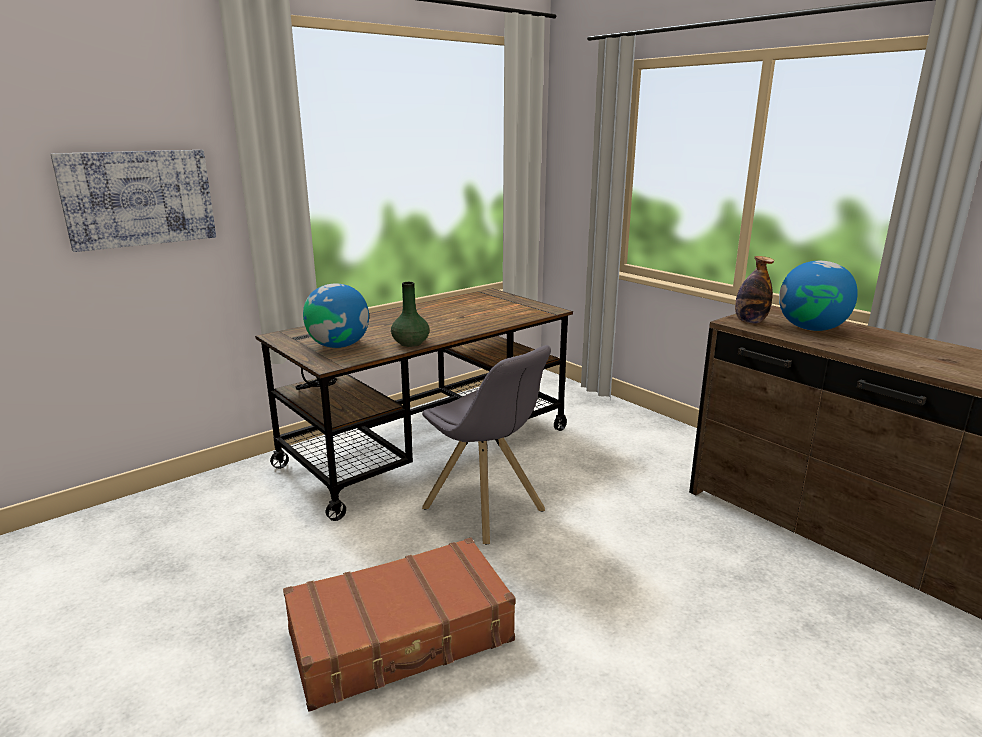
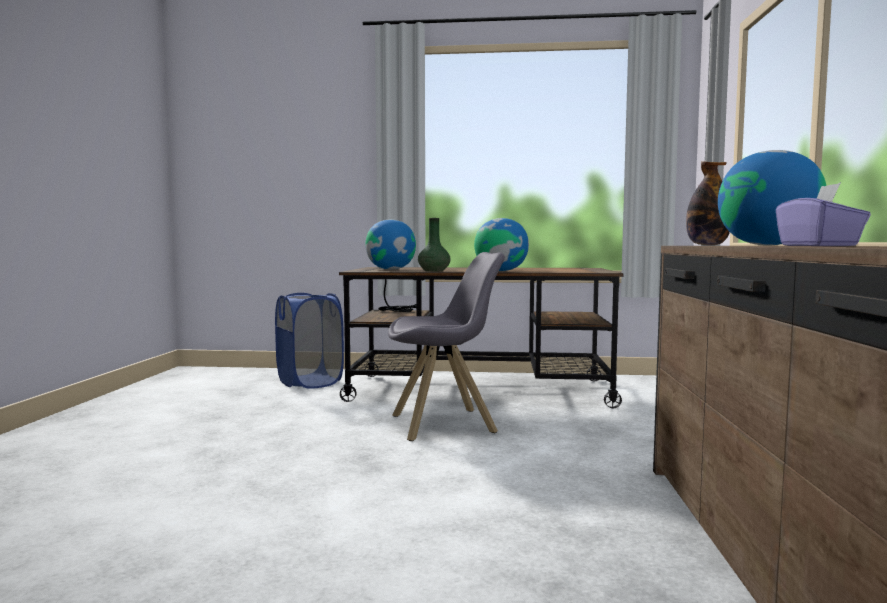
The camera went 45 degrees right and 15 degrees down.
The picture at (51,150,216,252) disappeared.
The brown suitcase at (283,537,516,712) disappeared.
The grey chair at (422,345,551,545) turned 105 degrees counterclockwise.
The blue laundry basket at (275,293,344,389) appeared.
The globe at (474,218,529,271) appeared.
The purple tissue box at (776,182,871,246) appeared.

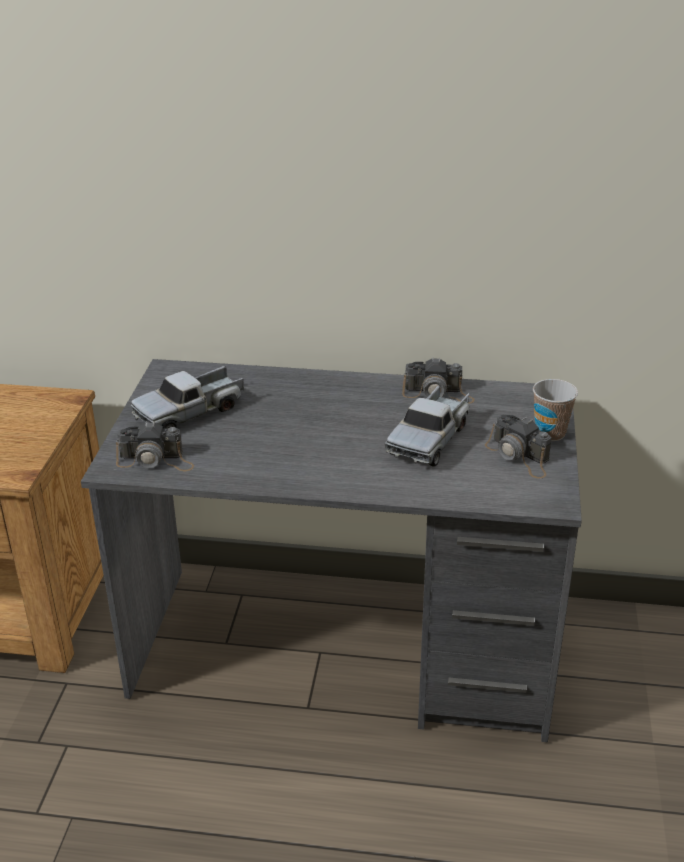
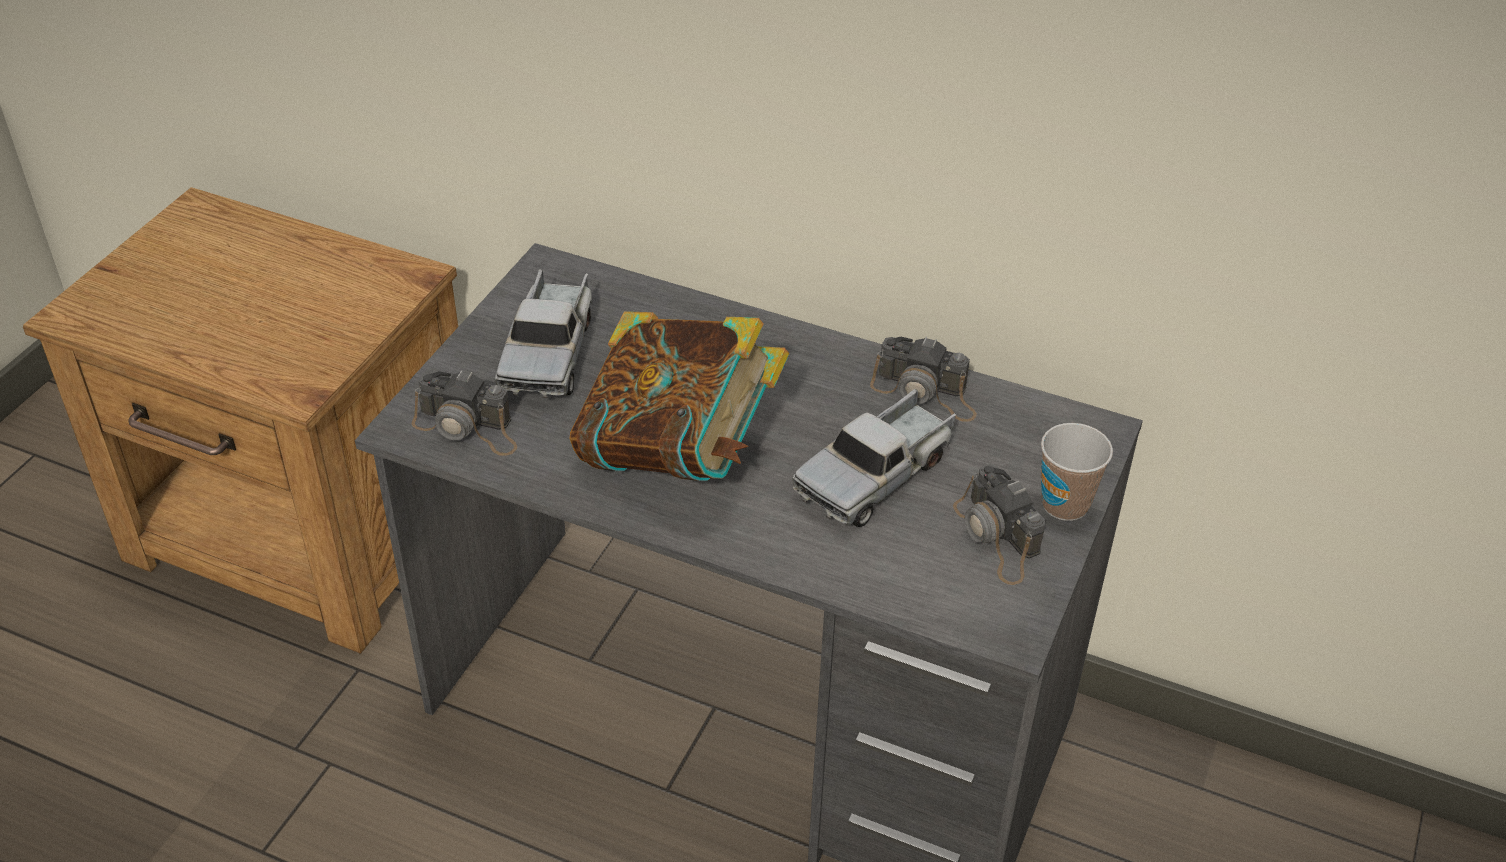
The camera went 15 degrees right and 10 degrees up.
The toy truck at (130,366,244,428) turned 60 degrees counterclockwise.
The book at (570,311,789,481) appeared.

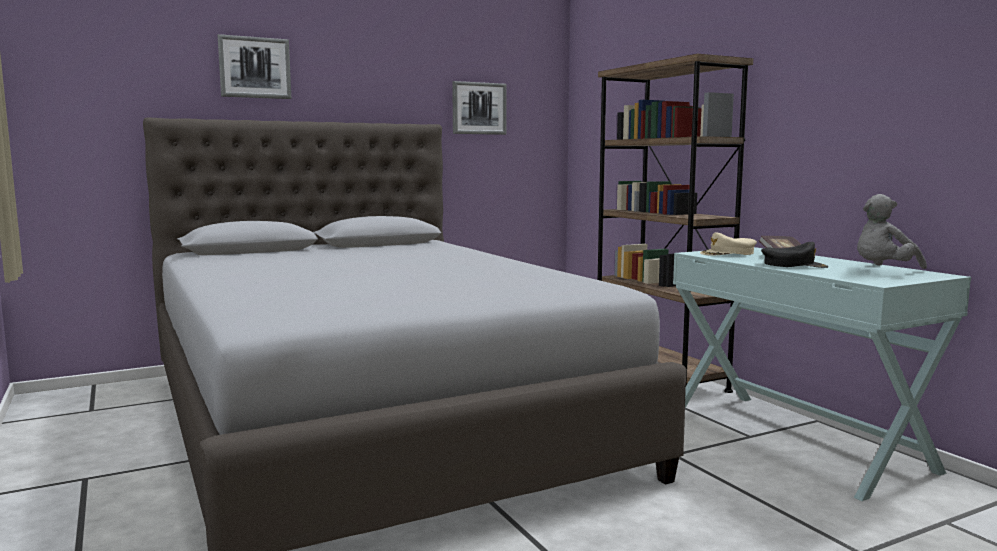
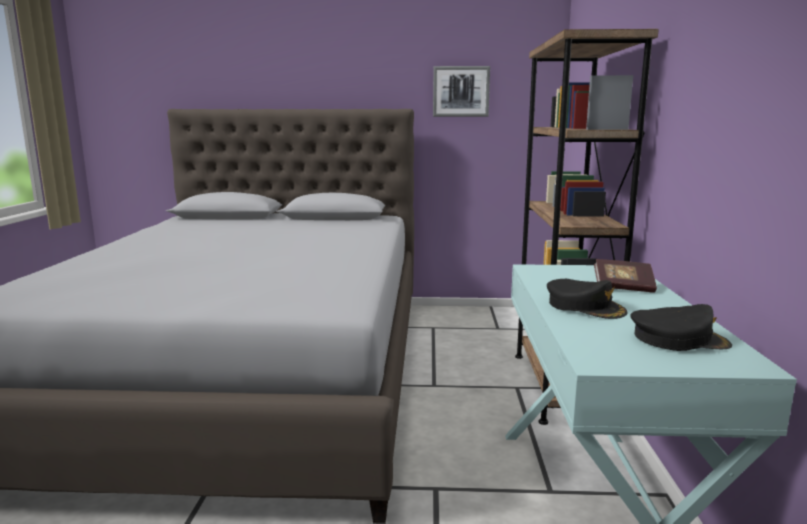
The camera went 30 degrees right and 5 degrees up.
The picture at (218,34,291,99) disappeared.
The beige cap at (700,232,757,255) disappeared.
The grey plush toy at (857,194,927,269) was replaced by the black cap at (631,304,732,351).

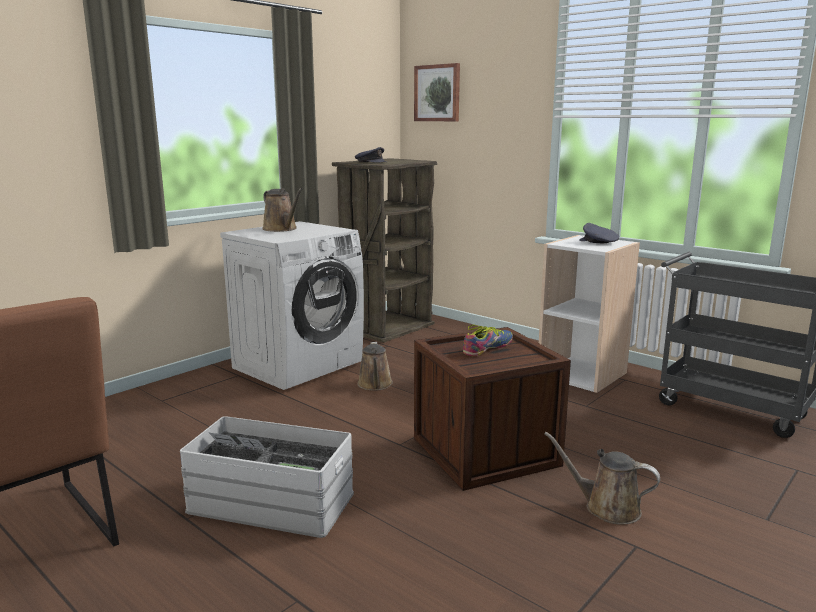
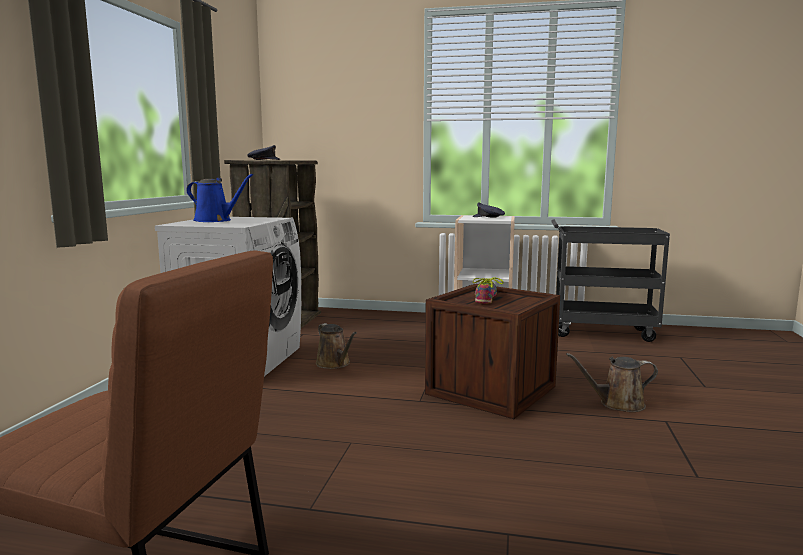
The camera went 30 degrees left and 5 degrees down.
The grey storage box at (180,416,354,538) disappeared.
The brown watering can at (262,188,303,232) became the blue watering can at (186,174,253,222).
The picture at (414,63,460,121) disappeared.

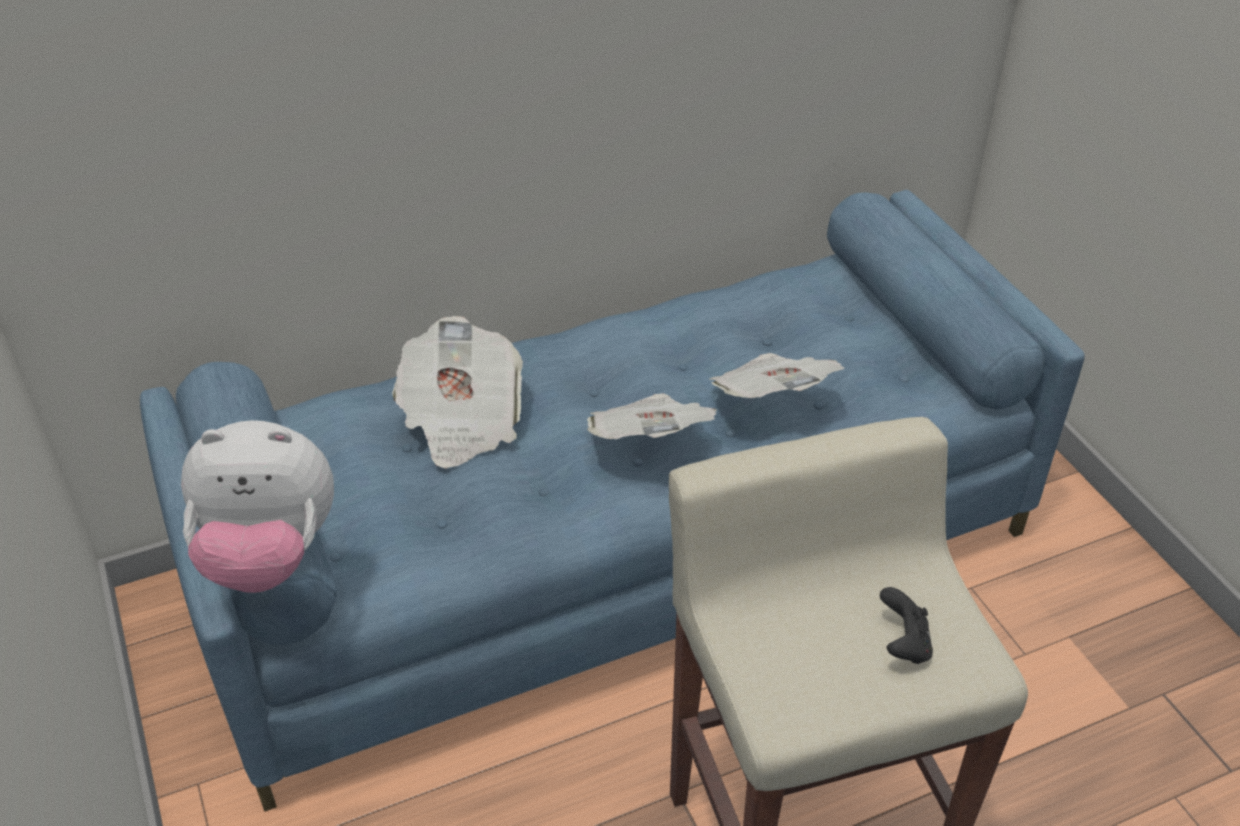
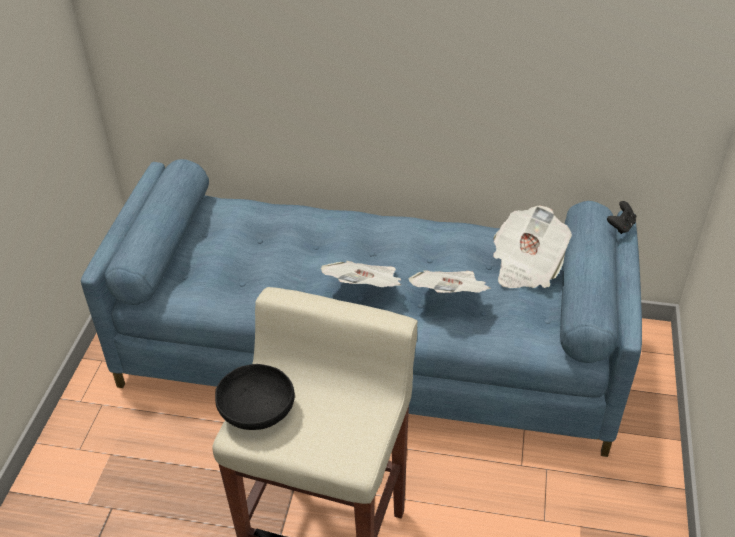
The camera went 35 degrees right and 0 degrees up.
The plush toy at (181,420,334,593) disappeared.
The newspaper moved from (392,316,523,469) to (493,206,572,288).
The black game controller moved from (880,587,933,664) to (607,201,636,234).
The black bowl at (215,364,295,430) appeared.

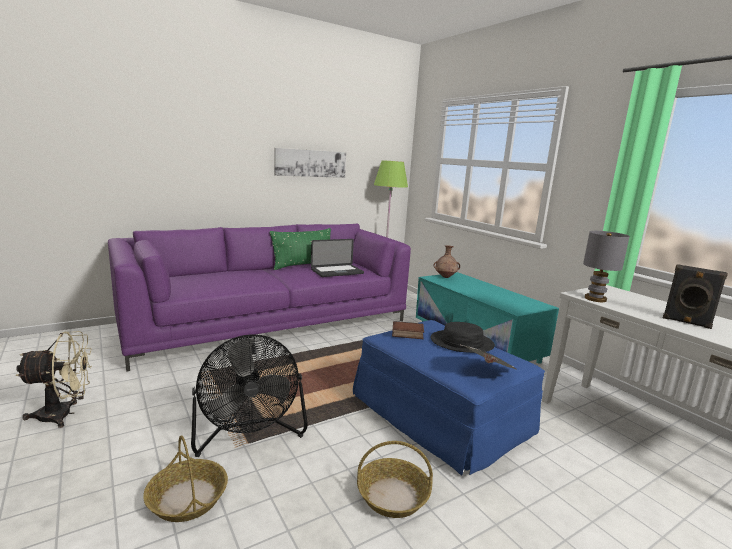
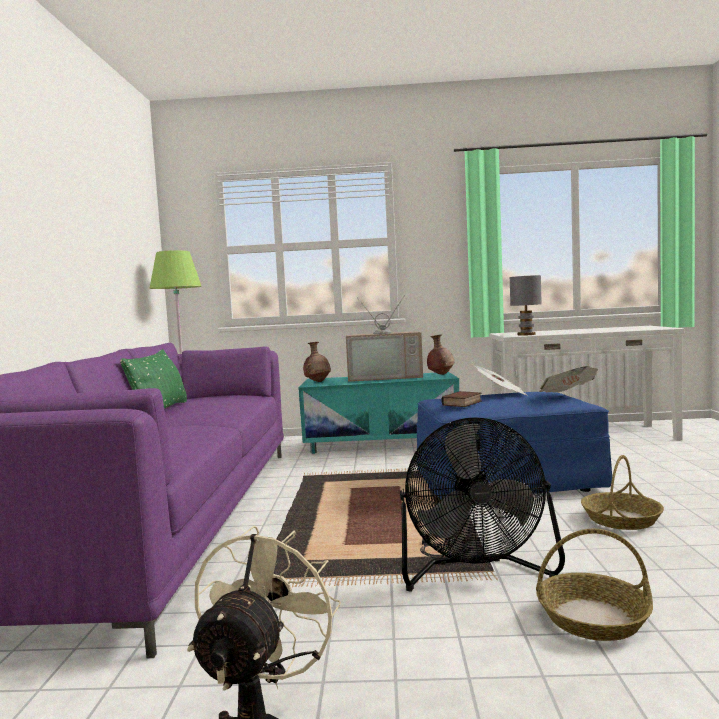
The camera went 55 degrees left and 10 degrees down.
The black fan at (191,334,308,457) turned 75 degrees clockwise.
The picture at (274,148,346,178) disappeared.
The laptop at (311,239,364,277) disappeared.
The black hat at (431,322,495,353) was replaced by the newspaper at (473,365,529,396).
The black speaker at (663,264,728,329) disappeared.
The television at (346,295,423,382) appeared.
The brown vase at (427,334,454,375) appeared.

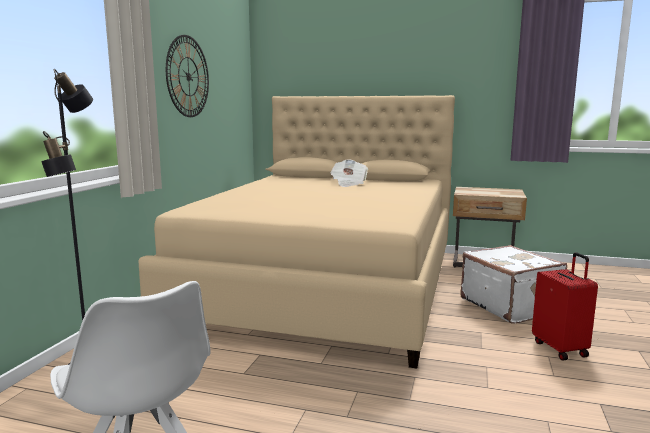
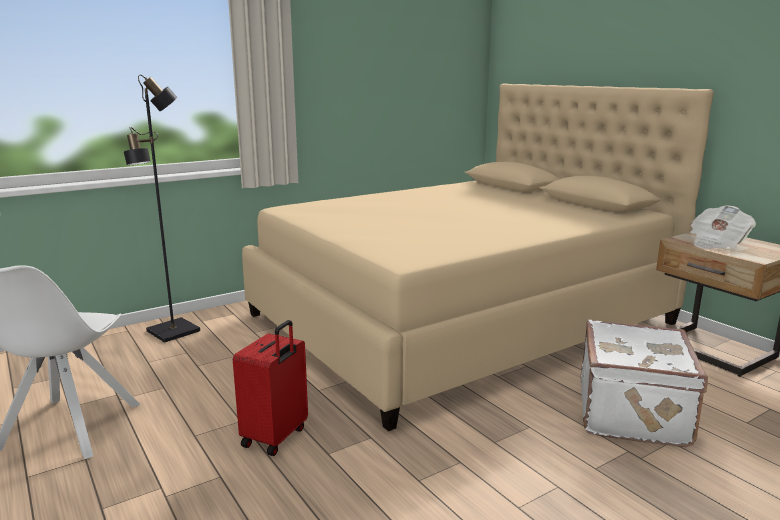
The camera went 40 degrees right and 5 degrees up.
The wall clock at (166,35,209,117) disappeared.
The newspaper moved from (330,159,368,187) to (690,205,756,249).
The red suitcase moved from (532,252,598,360) to (233,320,308,456).

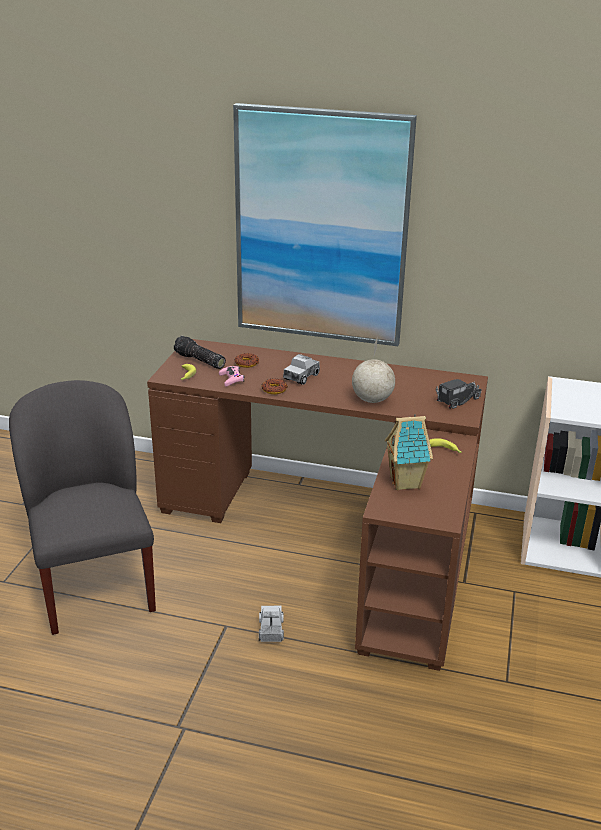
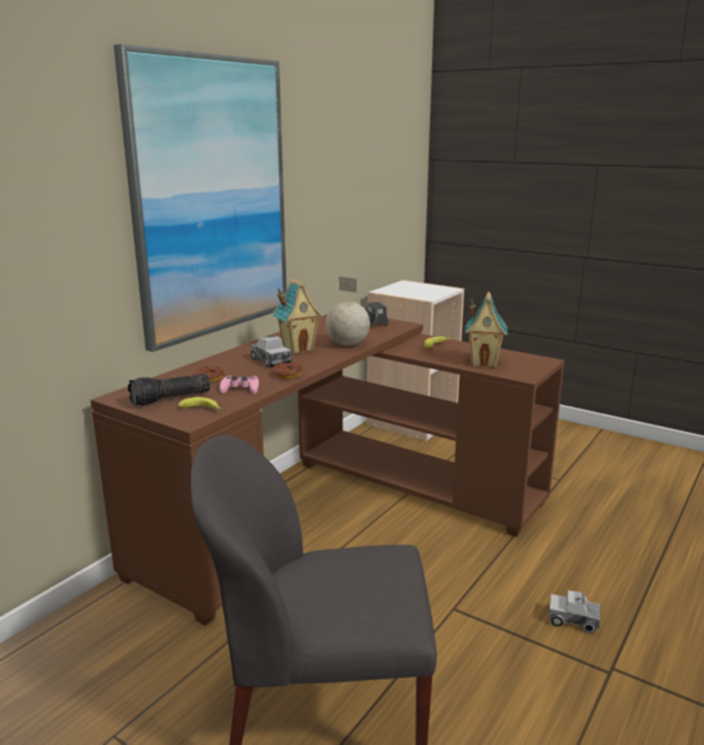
The camera went 70 degrees left and 10 degrees down.
The toy truck moved from (259,606,284,642) to (549,590,600,633).
The toy house at (273,279,322,354) appeared.

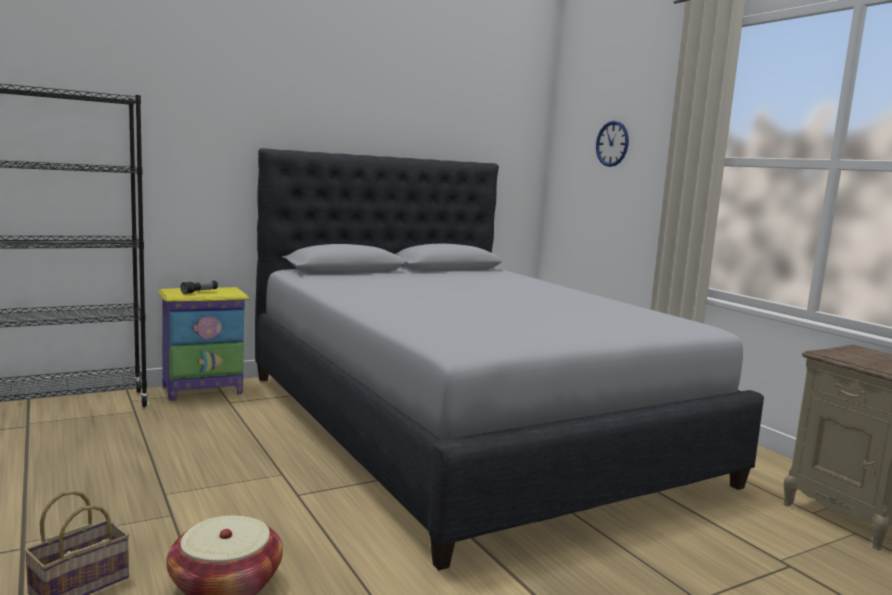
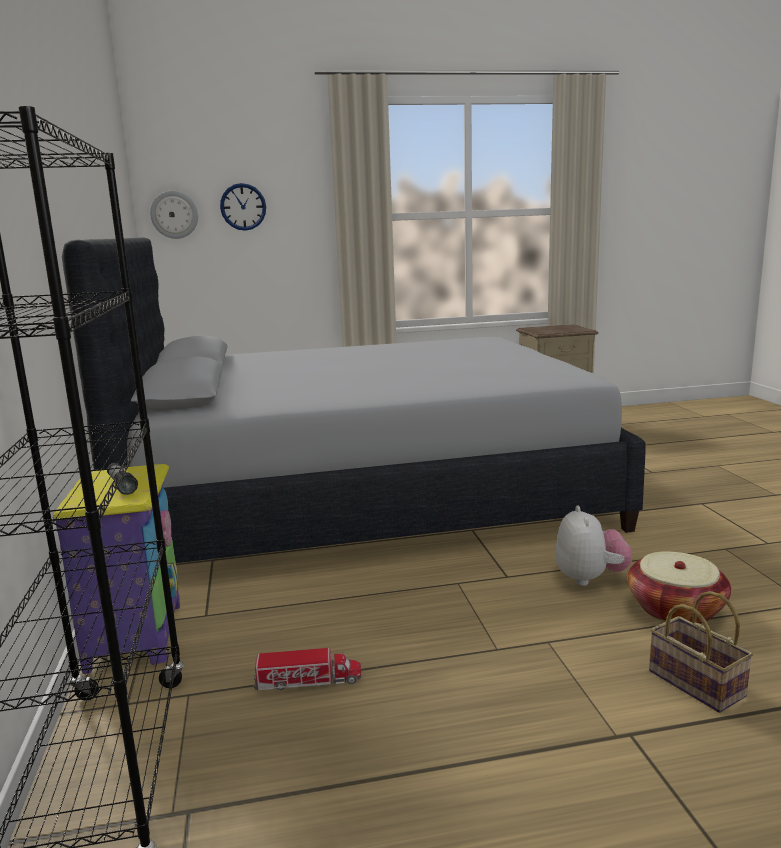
The camera went 70 degrees left and 5 degrees up.
The wall clock at (150,191,198,239) appeared.
The toy truck at (253,648,361,690) appeared.
The plush toy at (555,506,632,586) appeared.

